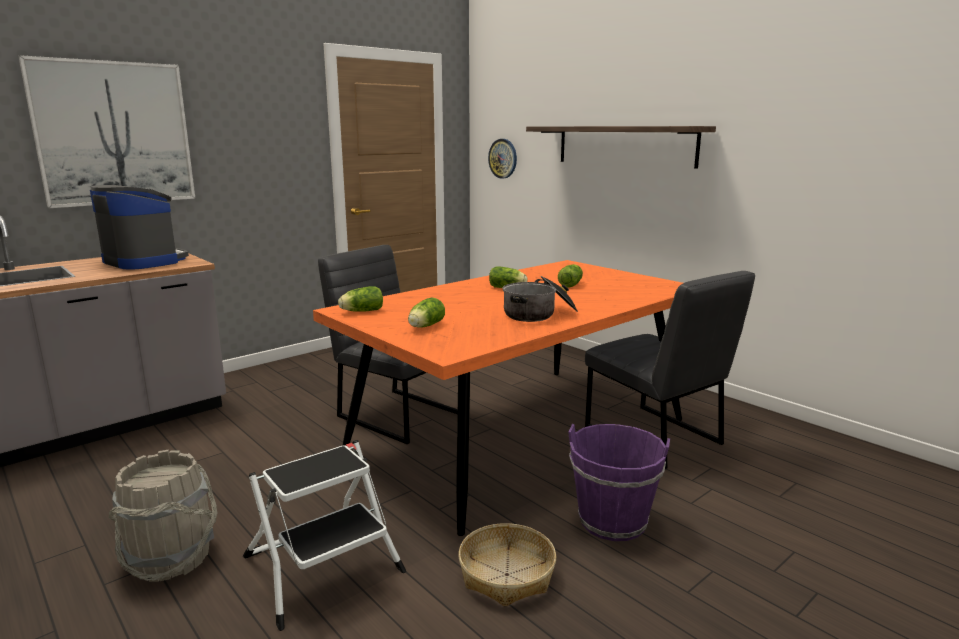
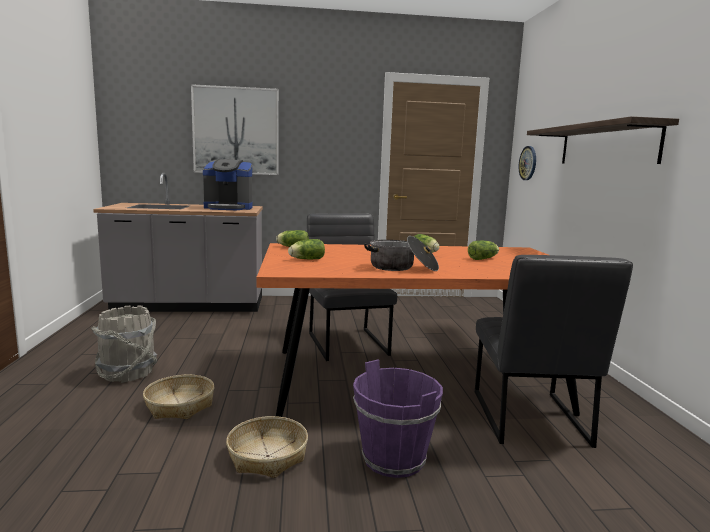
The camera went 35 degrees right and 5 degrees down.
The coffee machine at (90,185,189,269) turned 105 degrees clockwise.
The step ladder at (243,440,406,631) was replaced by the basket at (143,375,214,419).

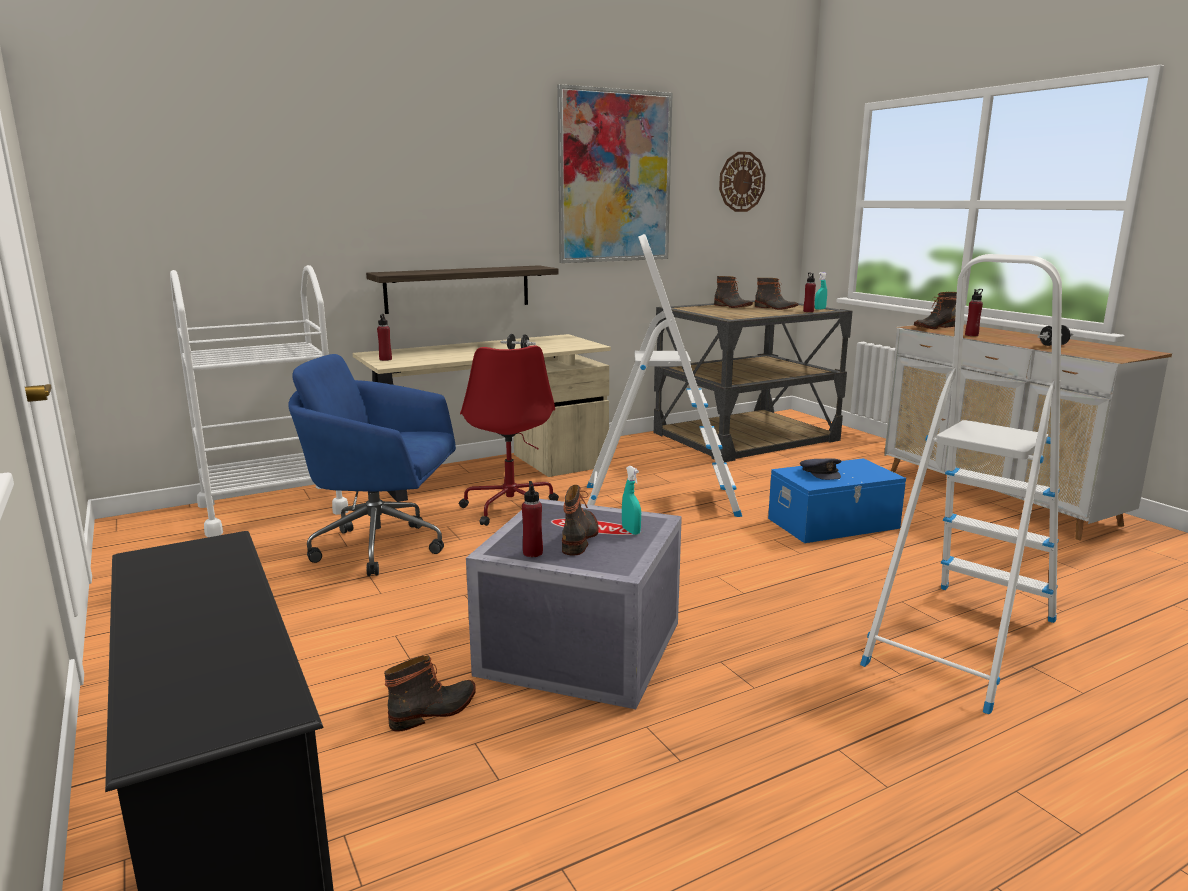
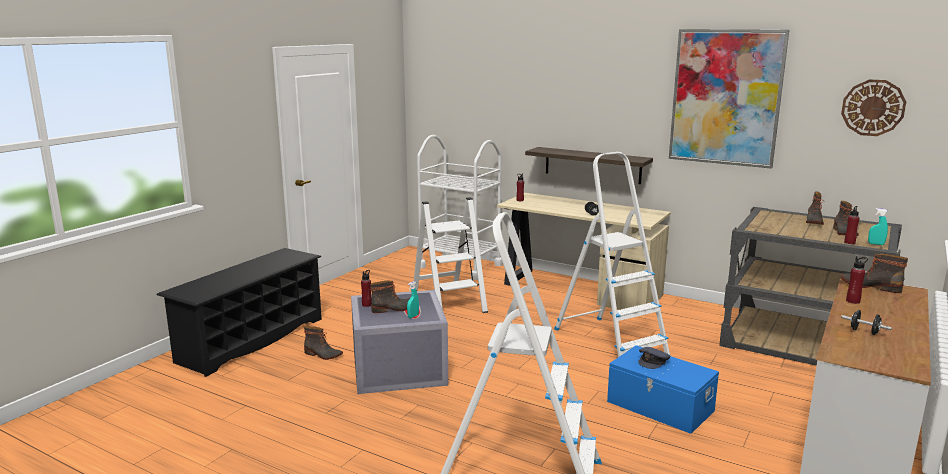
The camera went 60 degrees right and 0 degrees up.
The blue office chair at (289,354,456,576) was replaced by the white step ladder at (414,197,488,313).
The red office chair at (459,345,559,526) disappeared.

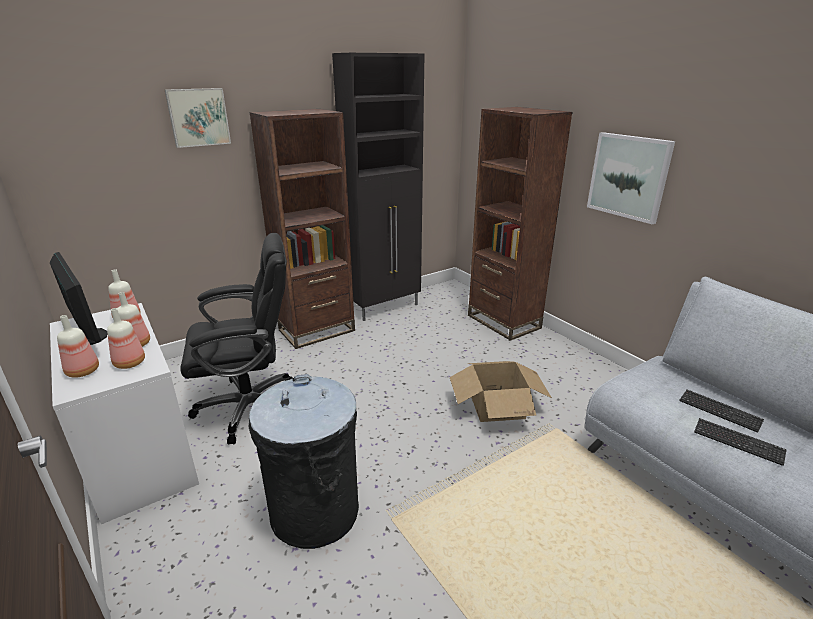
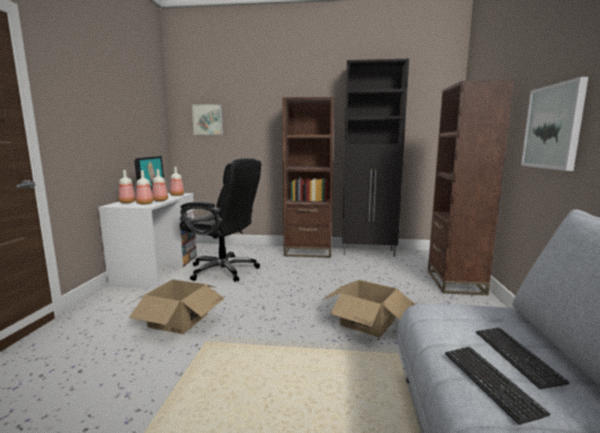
The camera went 40 degrees right and 15 degrees down.
The picture moved from (165,88,231,148) to (192,104,223,135).
The black trash can at (249,374,359,549) was replaced by the cardboard box at (129,279,224,334).

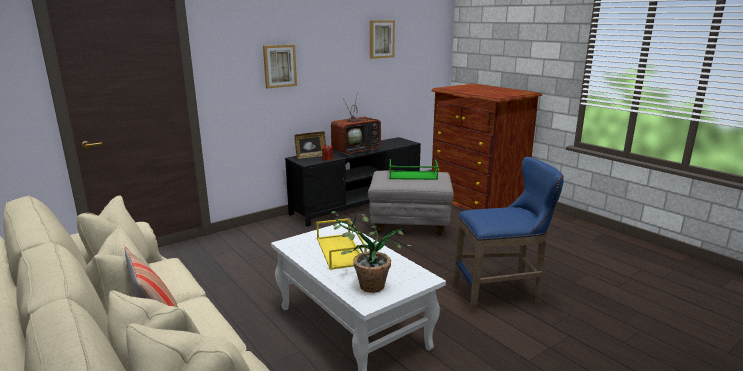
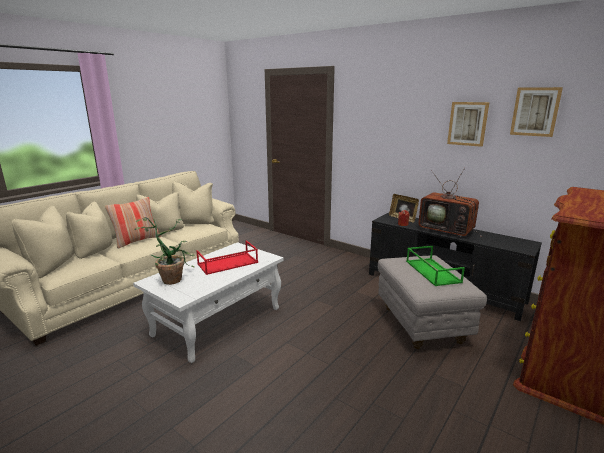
The camera went 75 degrees right and 0 degrees up.
The picture moved from (263,45,297,89) to (447,102,489,147).
The yellow tray at (317,218,367,270) became the red tray at (196,240,258,275).
The blue stool at (453,157,564,313) disappeared.

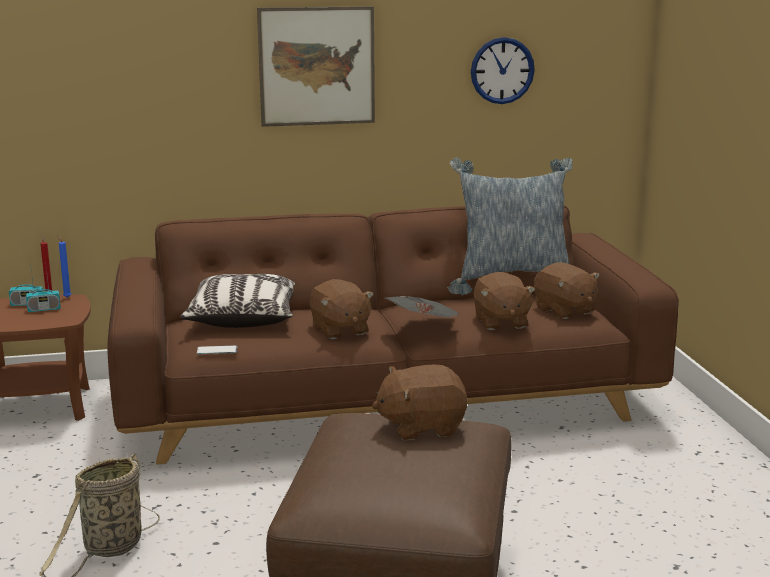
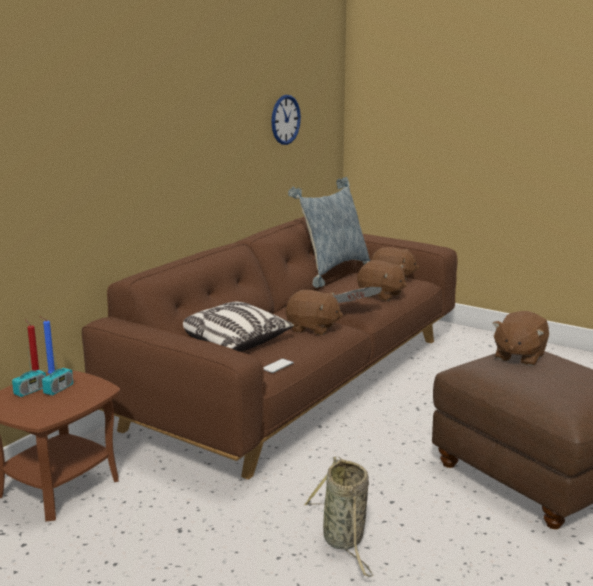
The camera went 45 degrees left and 0 degrees up.
The picture at (257,6,375,127) disappeared.

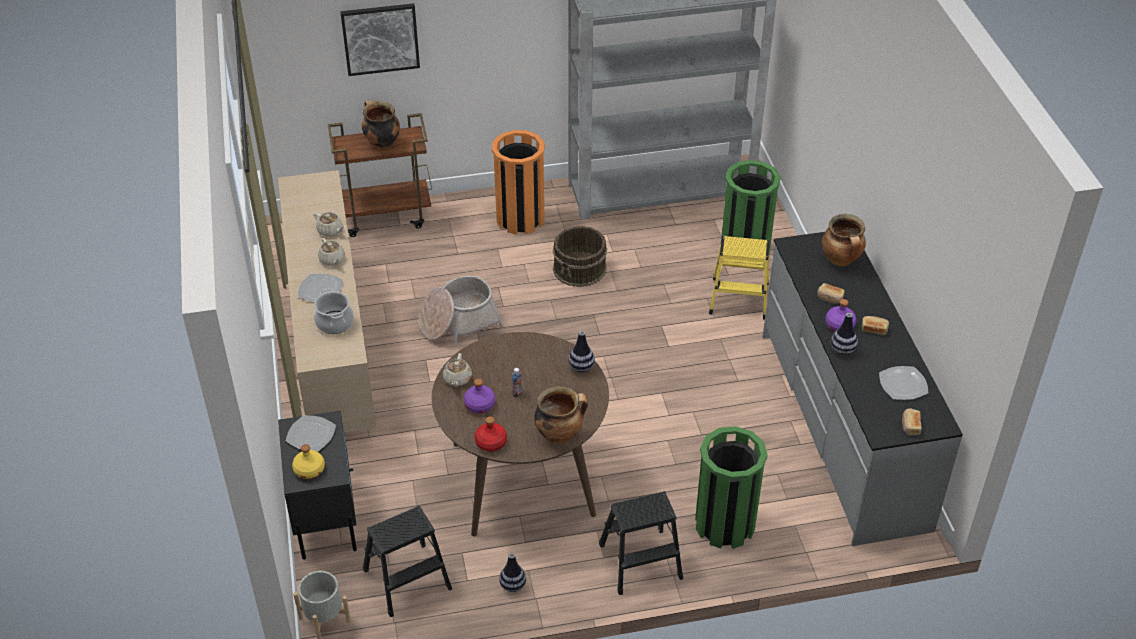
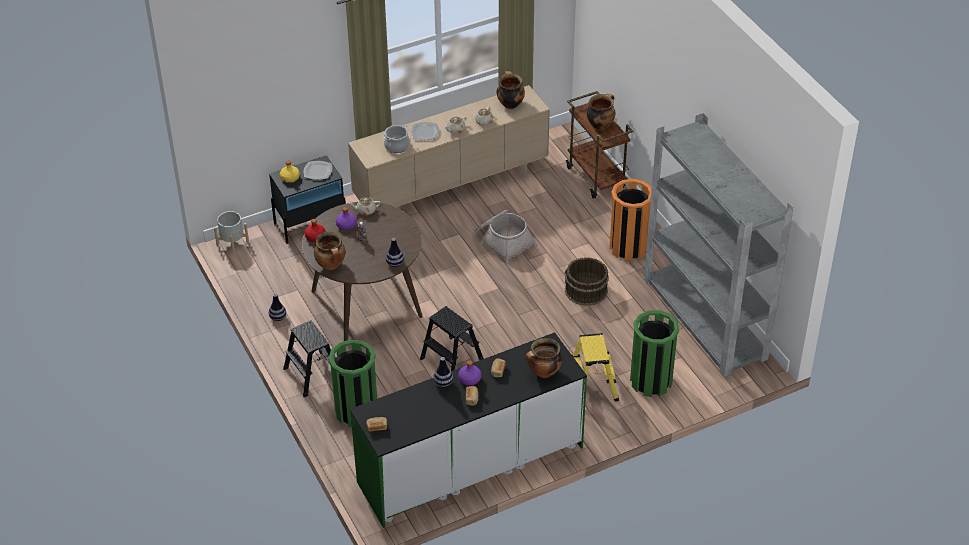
The camera went 75 degrees right and 0 degrees up.
The picture at (340,3,420,76) disappeared.
The black step ladder moved from (363,505,452,617) to (420,306,484,371).
The grey dresser at (762,232,963,546) became the green dresser at (350,332,587,528).
The plate at (879,366,929,400) disappeared.
The cooking pot at (497,71,525,109) appeared.

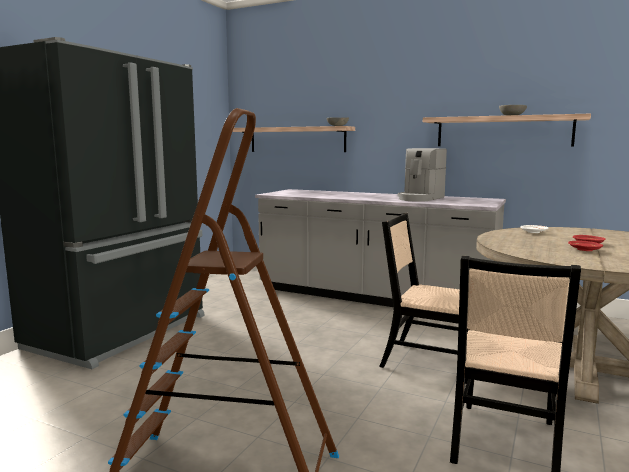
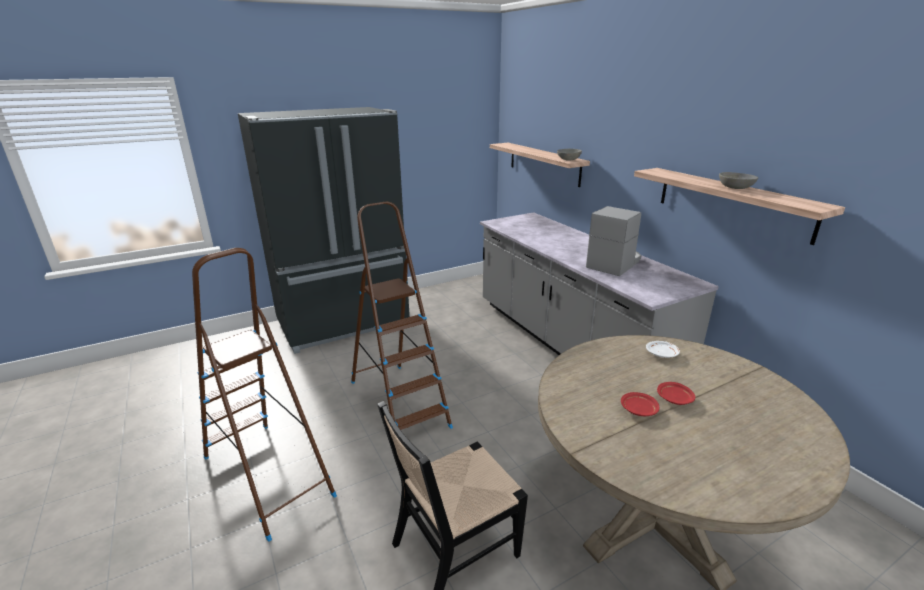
The camera went 35 degrees right and 15 degrees up.
The chair at (379,213,468,384) disappeared.
The coffee machine at (398,148,447,202) turned 150 degrees clockwise.
The brown step ladder at (351,202,453,430) appeared.

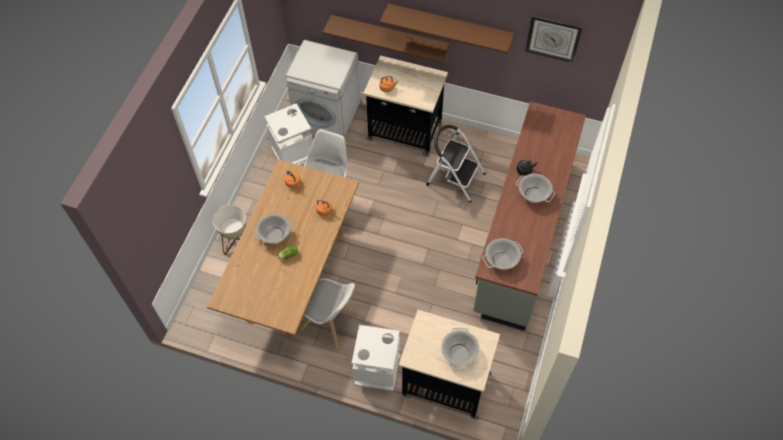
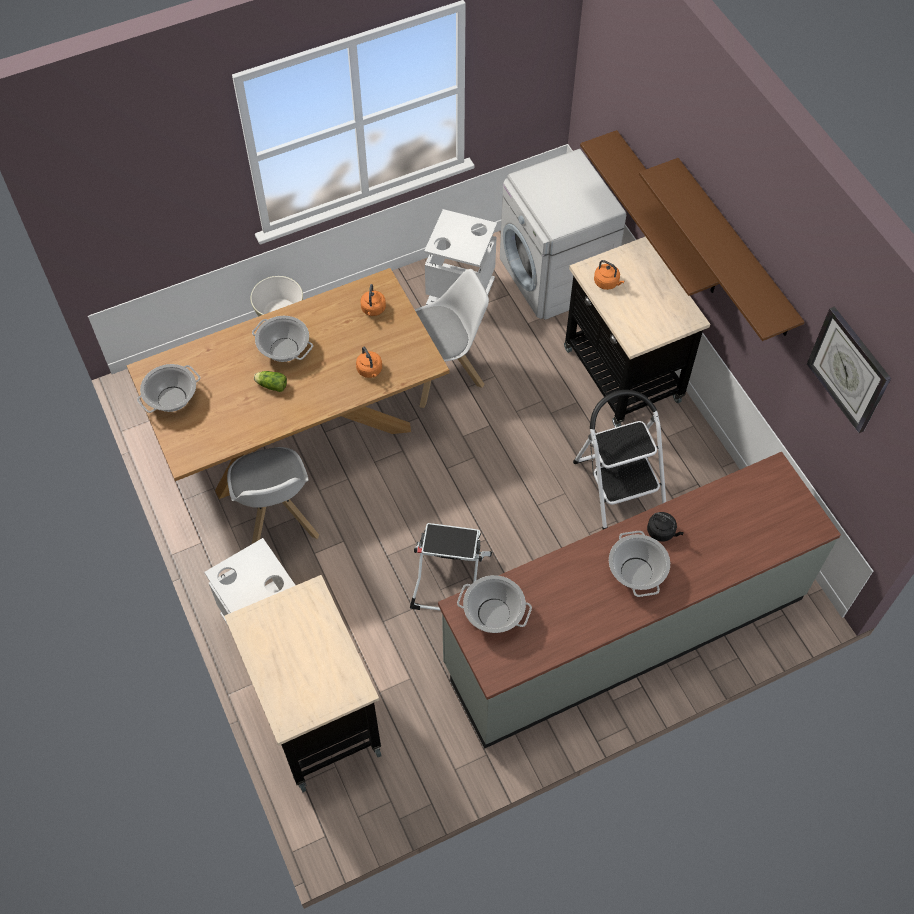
The camera went 45 degrees right and 0 degrees up.
The cooking pot moved from (441,328,479,370) to (137,364,200,413).
The step ladder at (410,523,492,611) appeared.

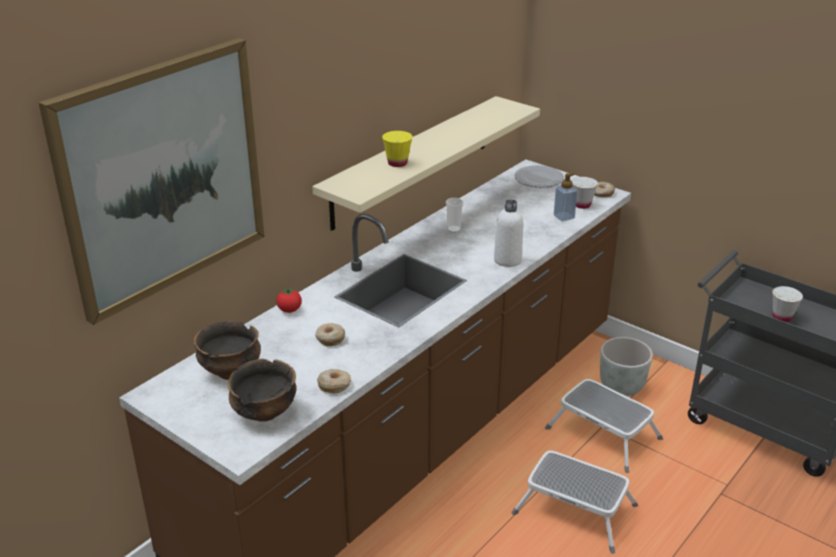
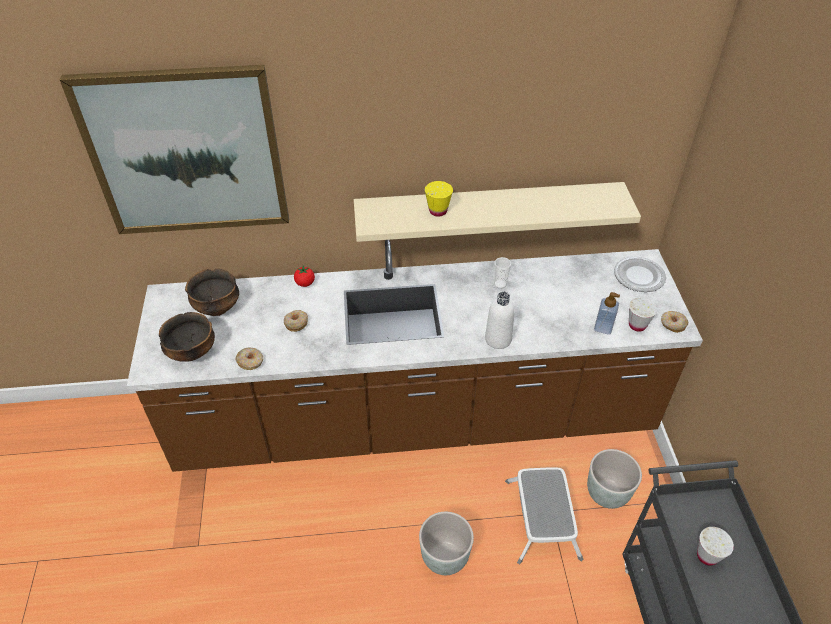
The camera went 45 degrees right and 15 degrees up.
The grey step ladder at (511,451,638,554) was replaced by the grey planter at (419,512,474,575).

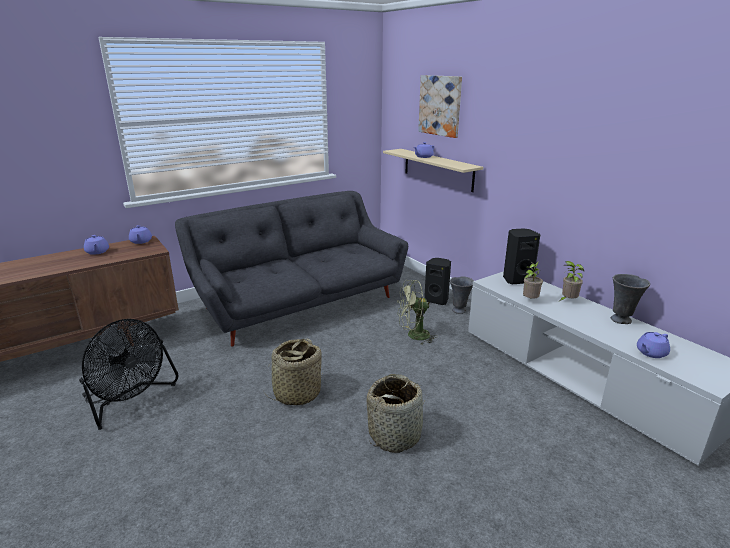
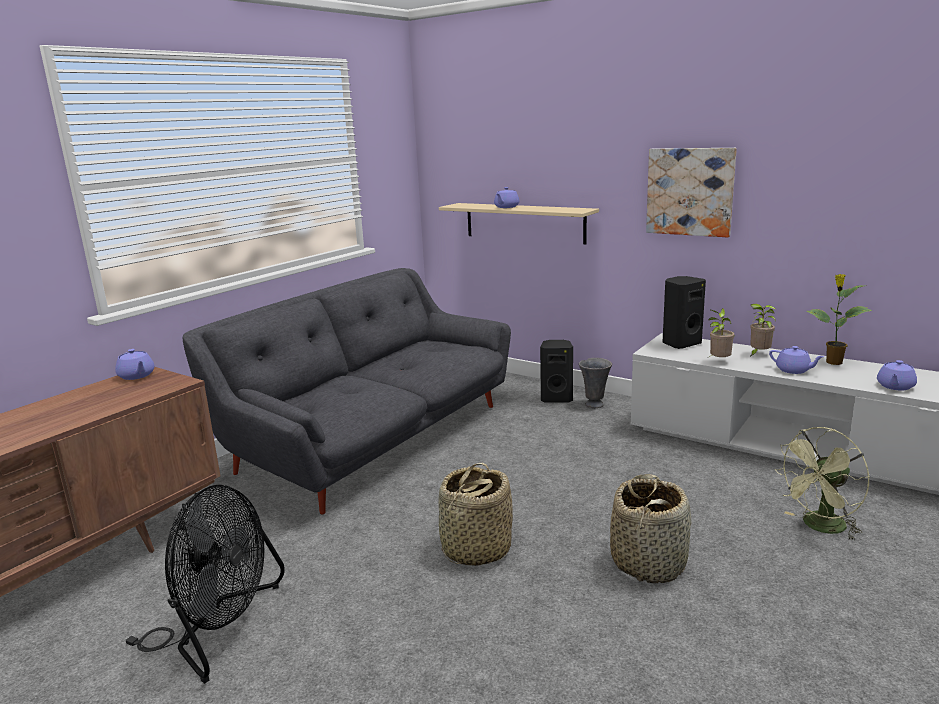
The camera went 20 degrees left and 5 degrees down.
The purple teapot moved from (84,235,109,255) to (769,346,824,374).
The green fan moved from (397,280,438,345) to (775,427,870,541).
The picture moved from (418,75,462,138) to (646,148,737,237).
The grey vase at (611,274,650,324) was replaced by the potted plant at (806,274,872,365).

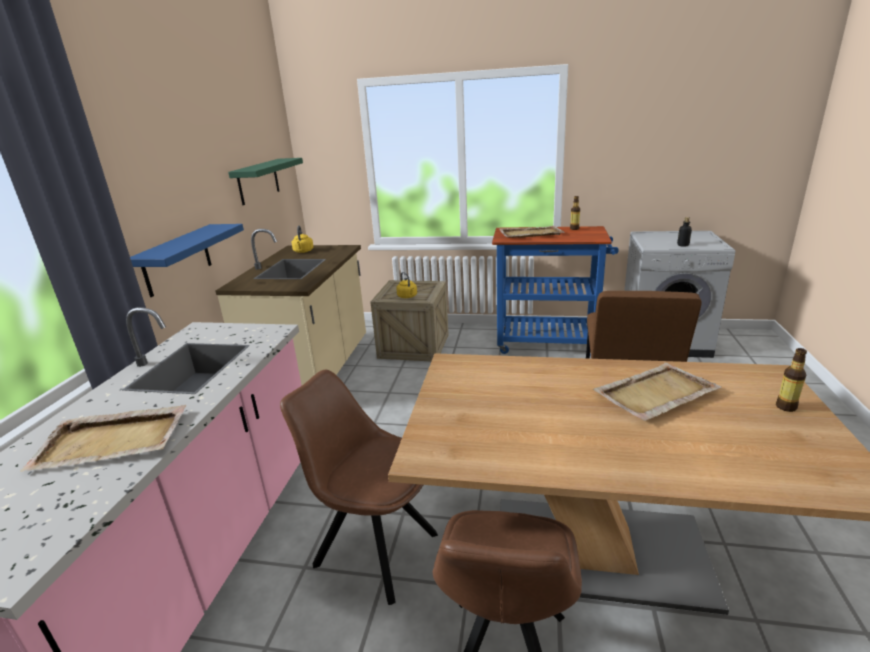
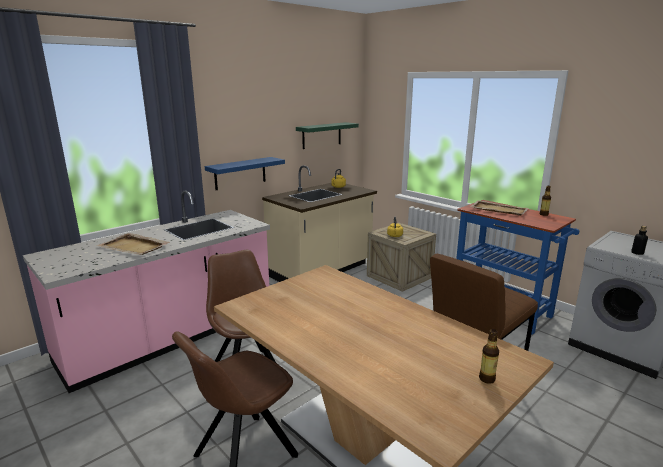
The camera went 35 degrees right and 5 degrees down.
The beige tray at (592,363,721,421) disappeared.

